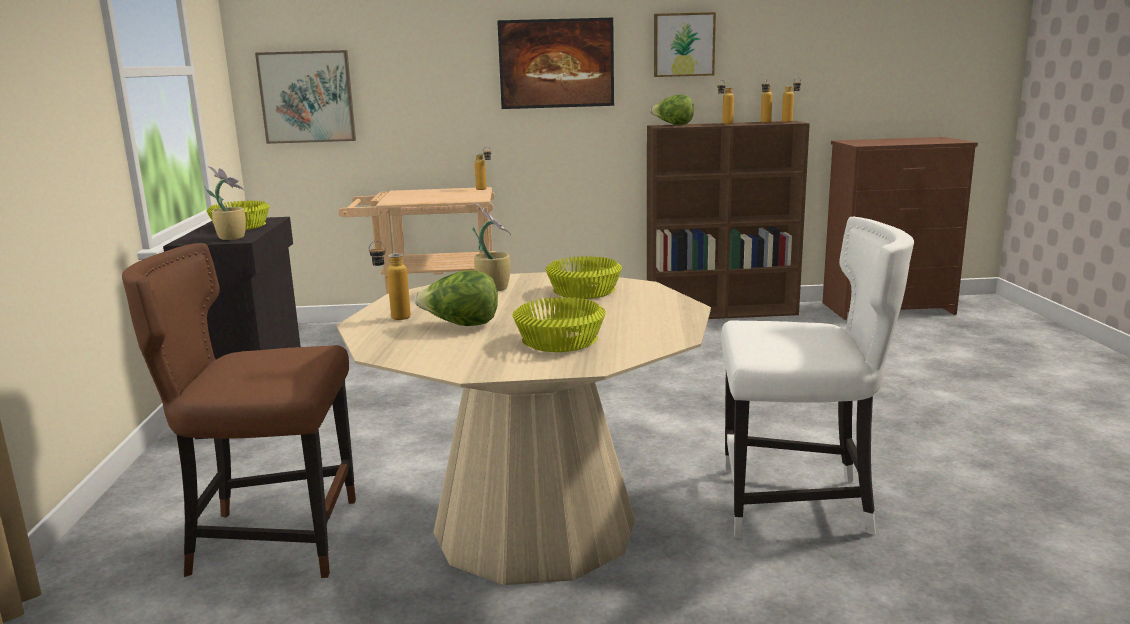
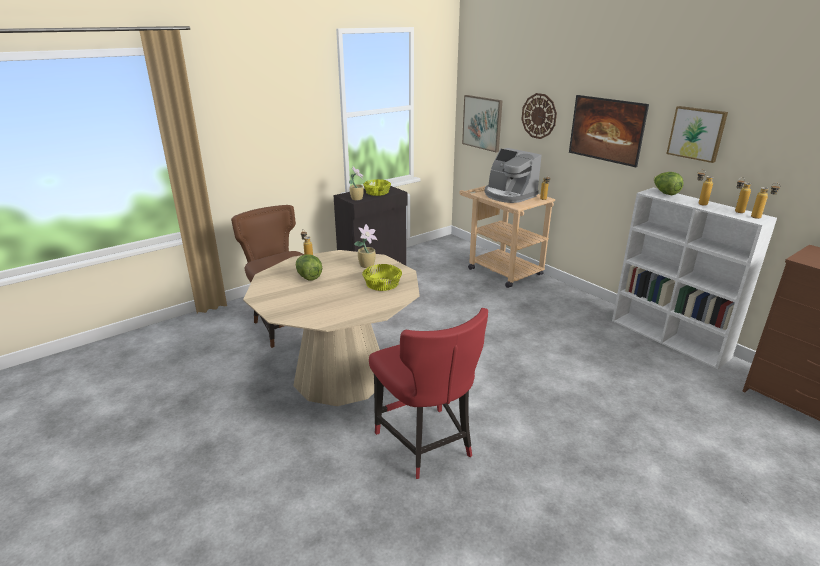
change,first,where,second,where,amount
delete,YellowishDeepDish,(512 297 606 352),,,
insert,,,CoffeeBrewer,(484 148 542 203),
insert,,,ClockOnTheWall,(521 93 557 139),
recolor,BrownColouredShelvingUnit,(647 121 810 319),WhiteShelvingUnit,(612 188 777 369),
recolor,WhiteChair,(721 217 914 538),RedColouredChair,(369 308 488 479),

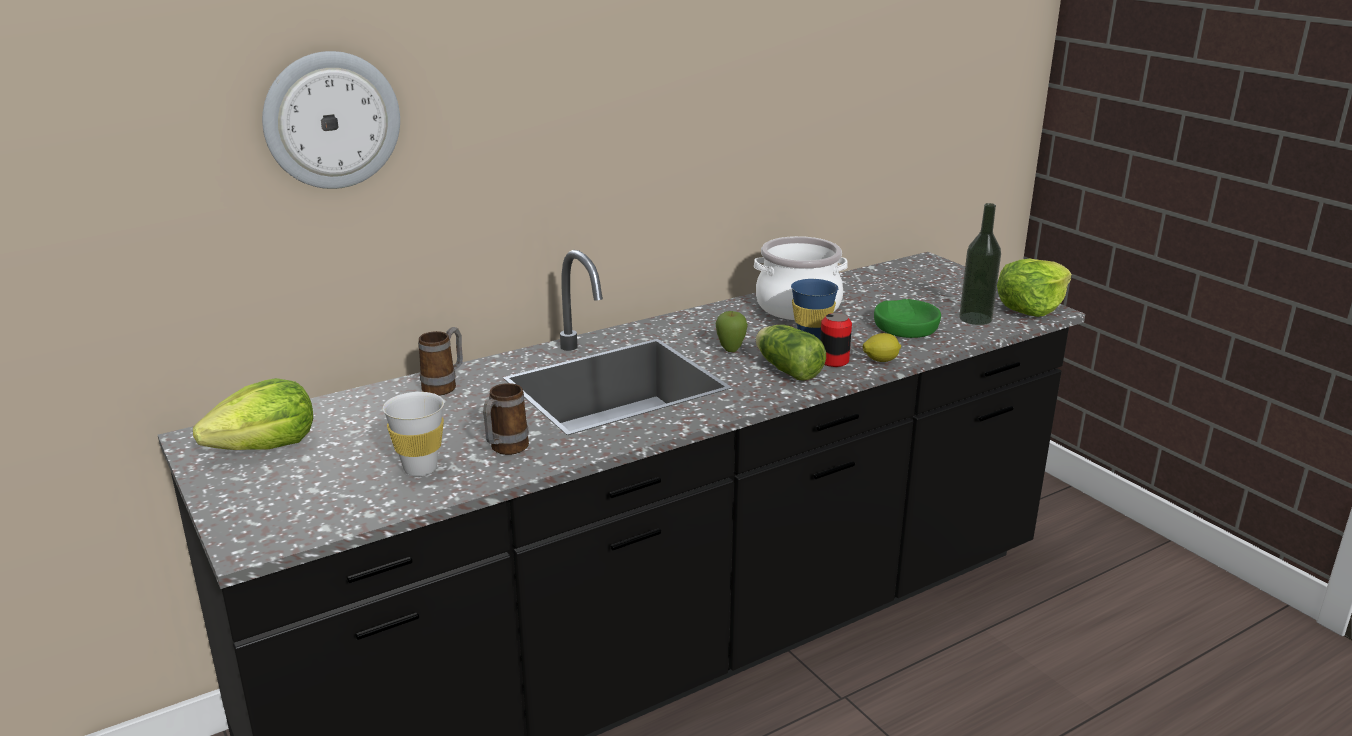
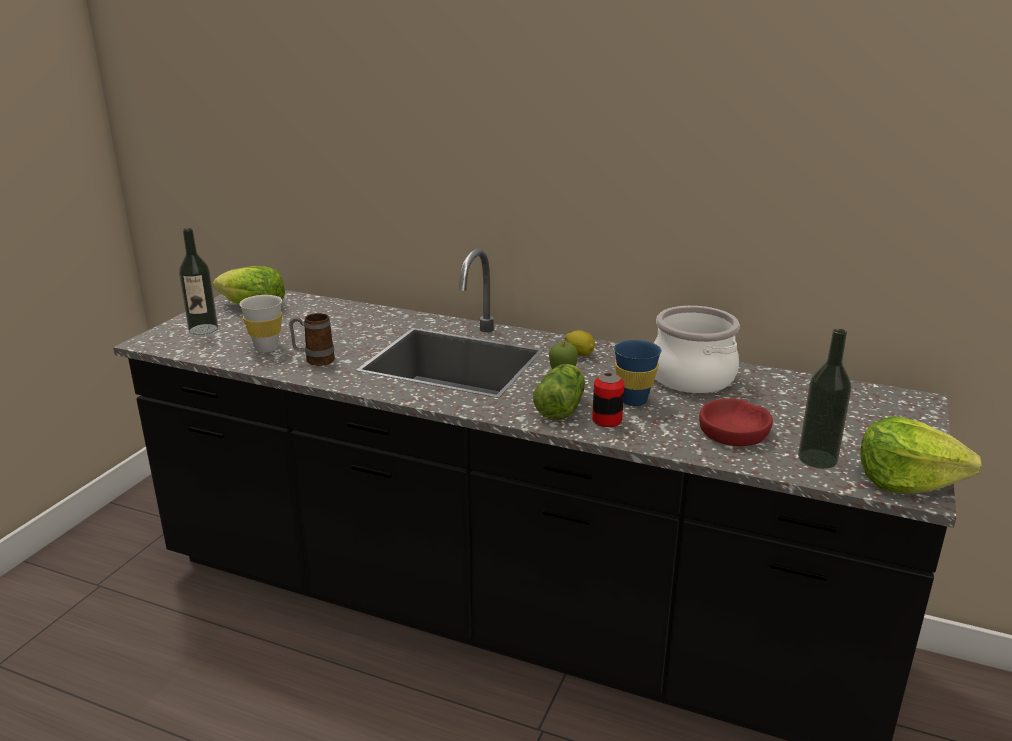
change,first,where,second,where,amount
delete,ClockOnTheWall,(262 51 400 189),,,
delete,TeaMug,(418 327 463 396),,,
insert,,,DrinkBottle,(179 228 218 335),
move,Lemon,(863 333 901 362),,(565 330 595 356),
recolor,GreenDeepDish,(874 299 941 338),RedColouredDeepDish,(699 399 773 446),

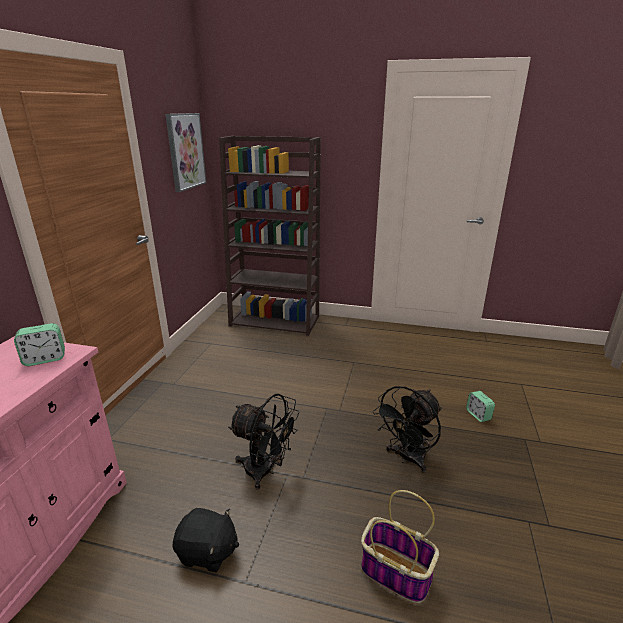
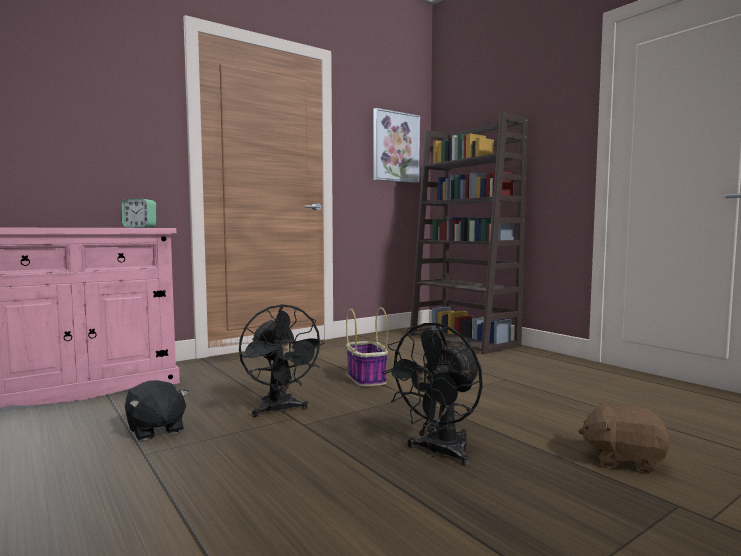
change,first,where,second,where,amount
move,Basket,(361 490 439 603),,(346 307 388 387),
replace,AlarmClock,(466 391 495 422),BrownColouredPlushToy,(578 403 670 473),
rotate,BlackElectricFan,(373 386 441 473),,(382 322 483 466),45 degrees counterclockwise

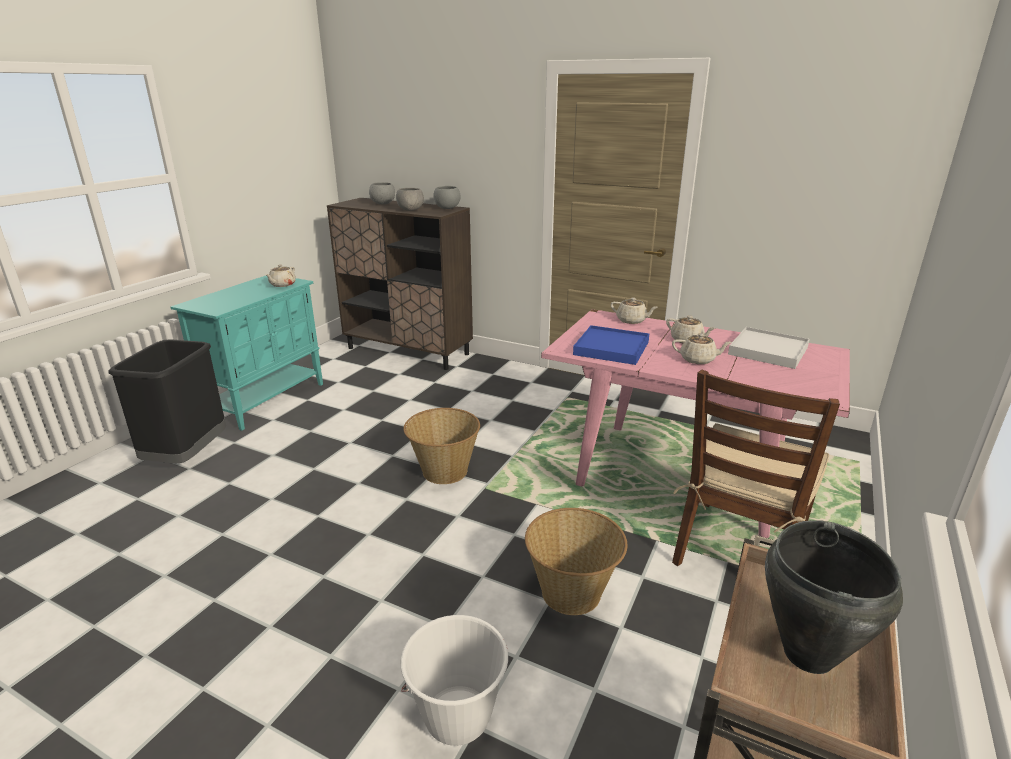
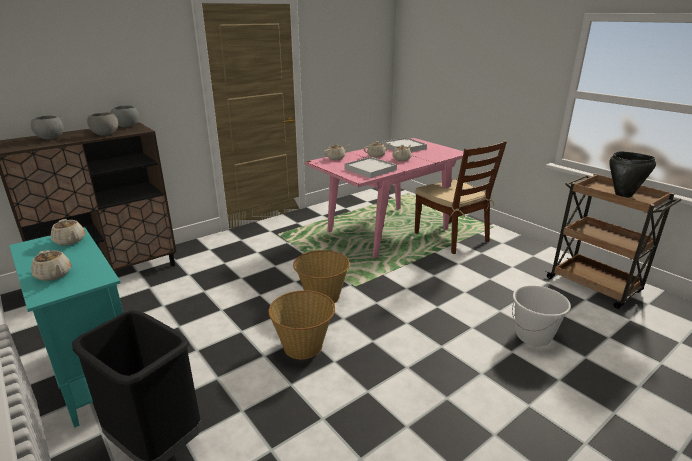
change,first,where,second,where,amount
insert,,,SandColouredTeaPot,(31 250 71 281),
move,Basket,(525 508 627 615),,(268 290 335 359),
recolor,BlueCarryingTray,(573 325 649 365),WhiteCarryingTray,(344 157 397 178),

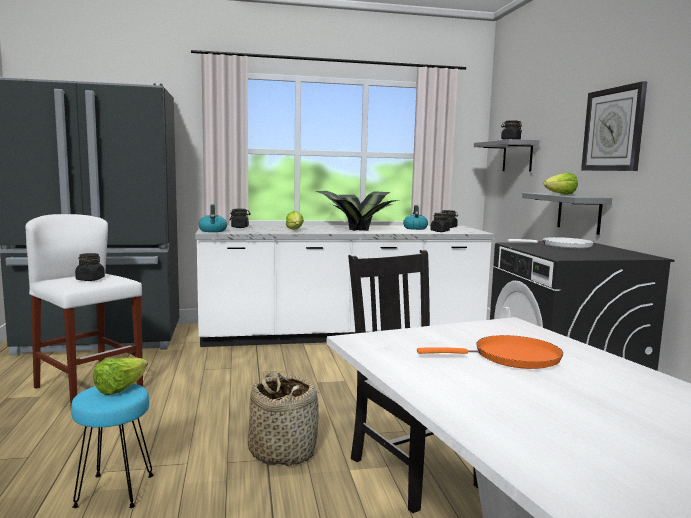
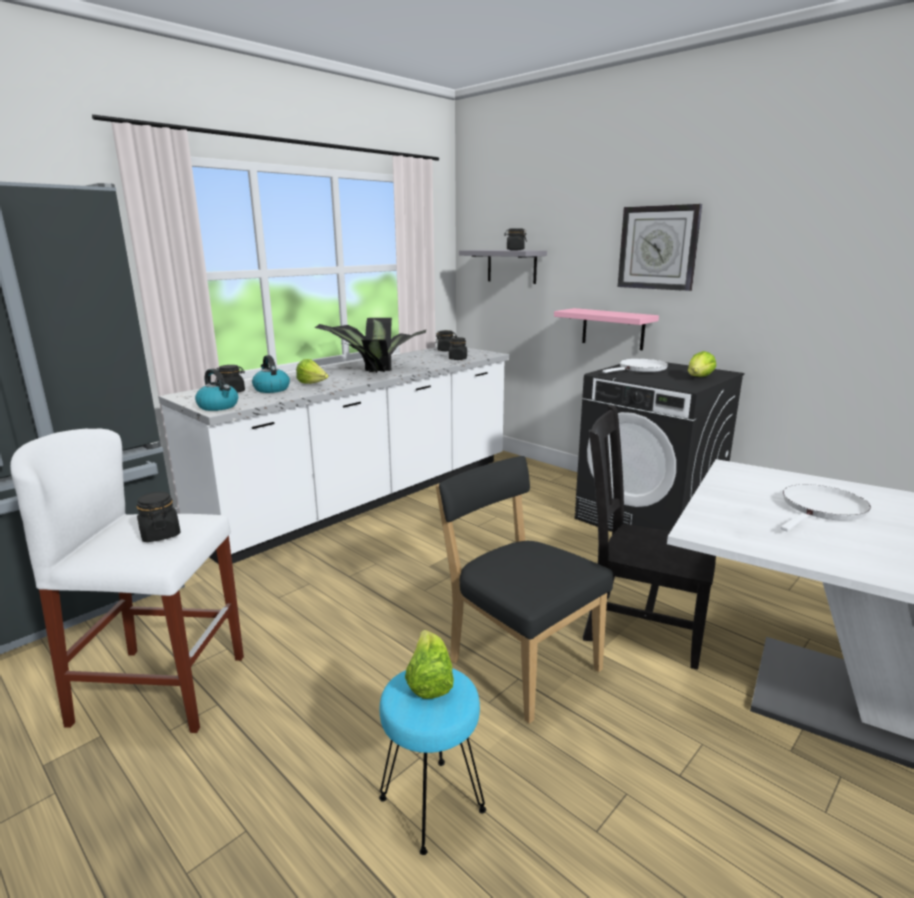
change,first,where,second,where,amount
move,WaterKettle,(403 205 428 230),,(252 355 290 393),
move,Lettuce,(544 172 578 195),,(688 351 716 377),
replace,Basket,(248 371 319 466),BlackChair,(436 456 613 724),
recolor,OrangePan,(417 335 563 369),WhitePan,(781 484 871 531),
recolor,GreyishWallShelf,(522 193 612 235),PinkColouredWallShelf,(554 308 659 350),

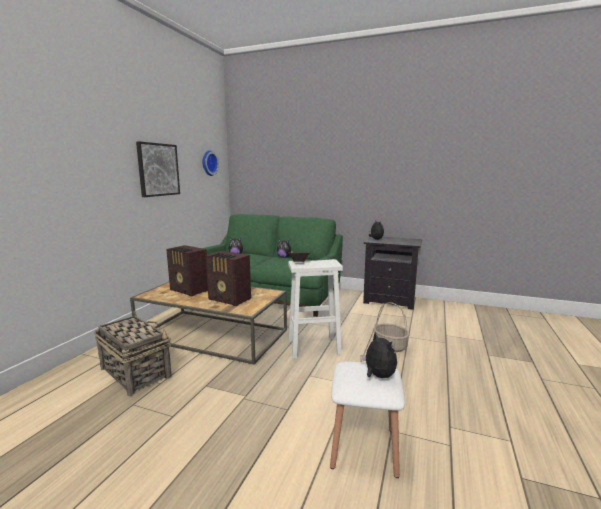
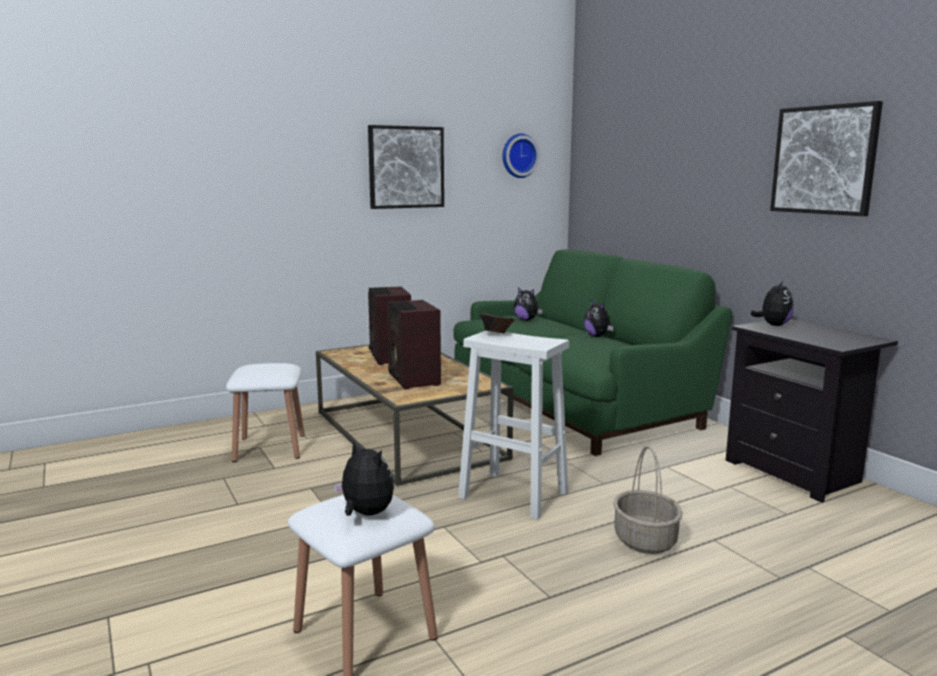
change,first,where,second,where,amount
insert,,,Picture,(770 101 883 216),
replace,Basket,(94 311 171 396),WhiteSittingStool,(226 363 305 462),
rotate,PlushToy,(361 332 397 378),,(333 440 394 516),60 degrees counterclockwise

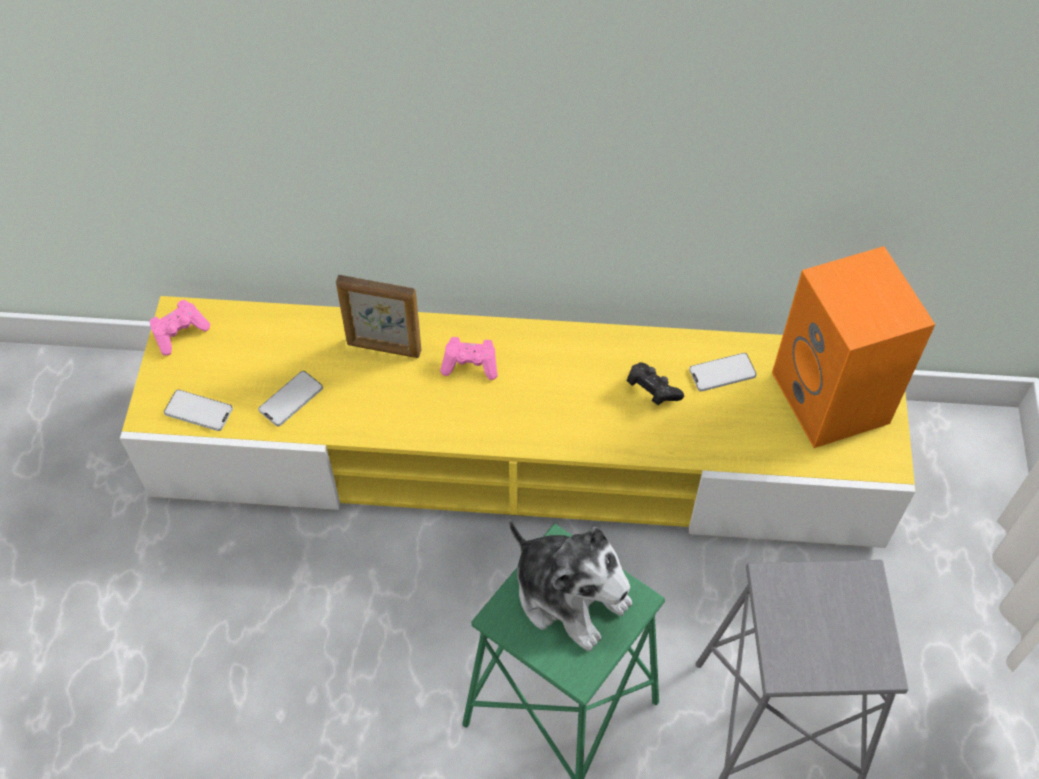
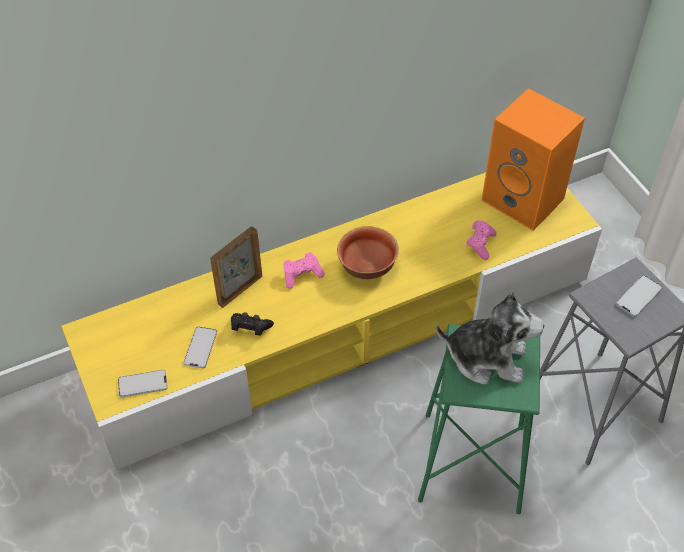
change,first,where,second,where,amount
insert,,,DeepDish,(337 226 399 279),
move,PinkColouredGamepad,(150 300 210 356),,(466 220 497 260),
move,BlackGamepad,(627 362 684 405),,(231 312 274 336),
move,Telephone,(689 353 757 392),,(616 275 662 317),
rotate,PictureFrame,(336 275 421 358),,(210 226 262 308),150 degrees clockwise

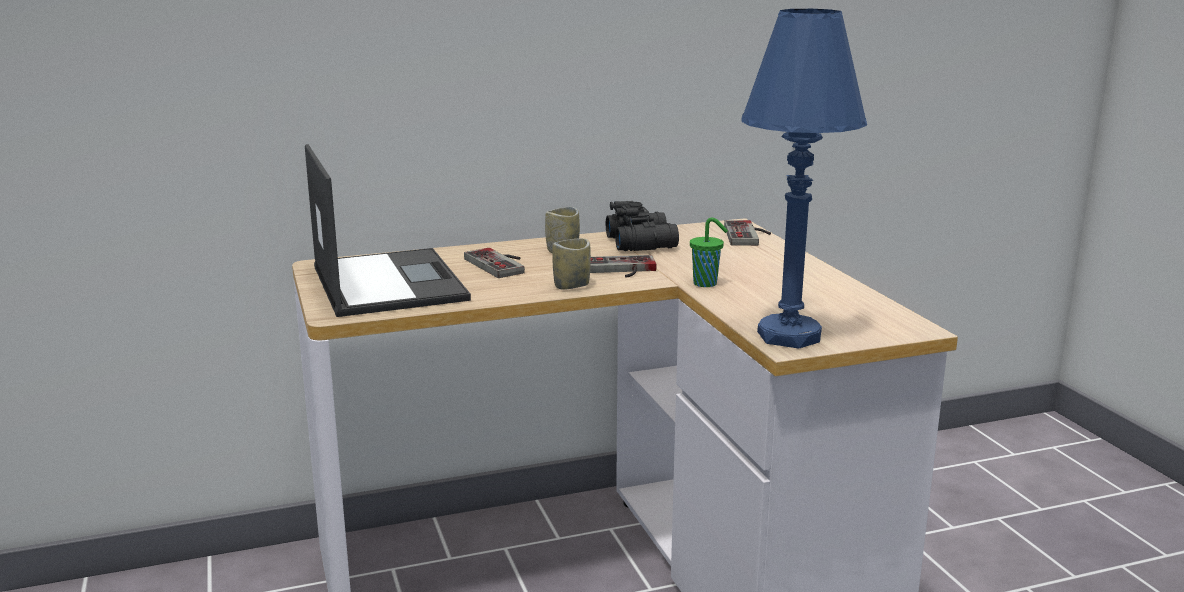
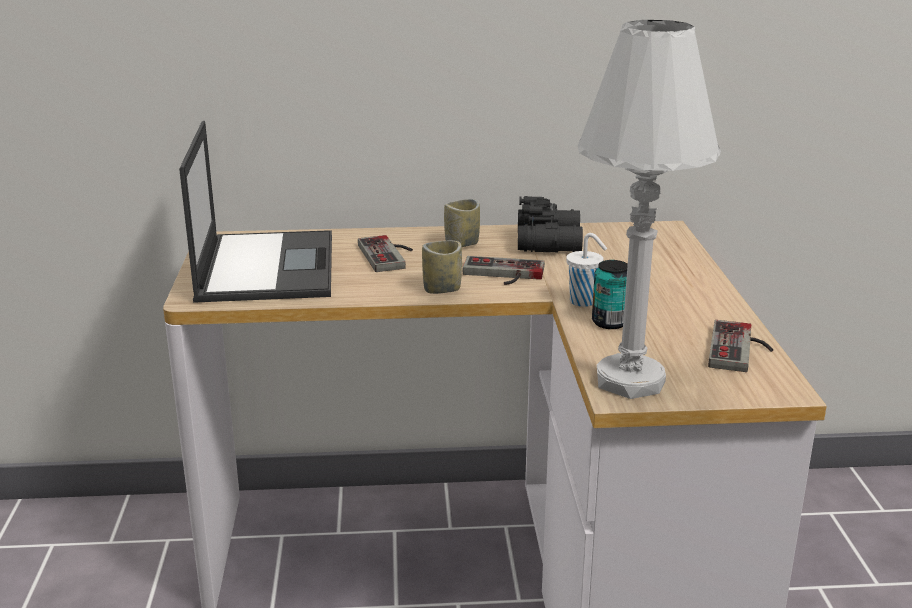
change,first,where,second,where,amount
insert,,,Can,(592 260 628 329),
move,Gamepad,(724 220 771 246),,(708 320 773 372),
recolor,GreenDrinkingCup,(690 218 728 287),WhiteDrinkingCup,(566 233 607 307),
recolor,BlueTabletopLamp,(741 9 867 348),WhiteTabletopLamp,(578 20 721 399),

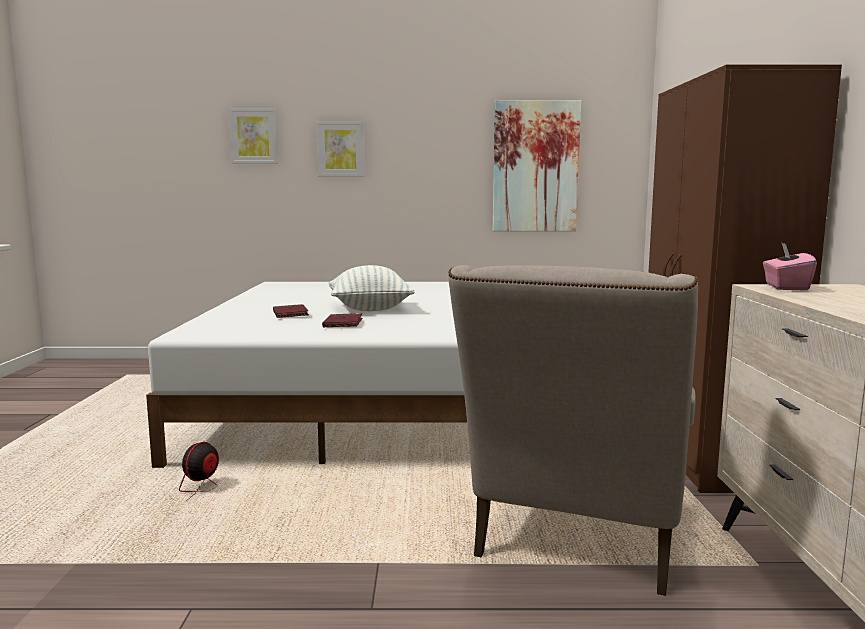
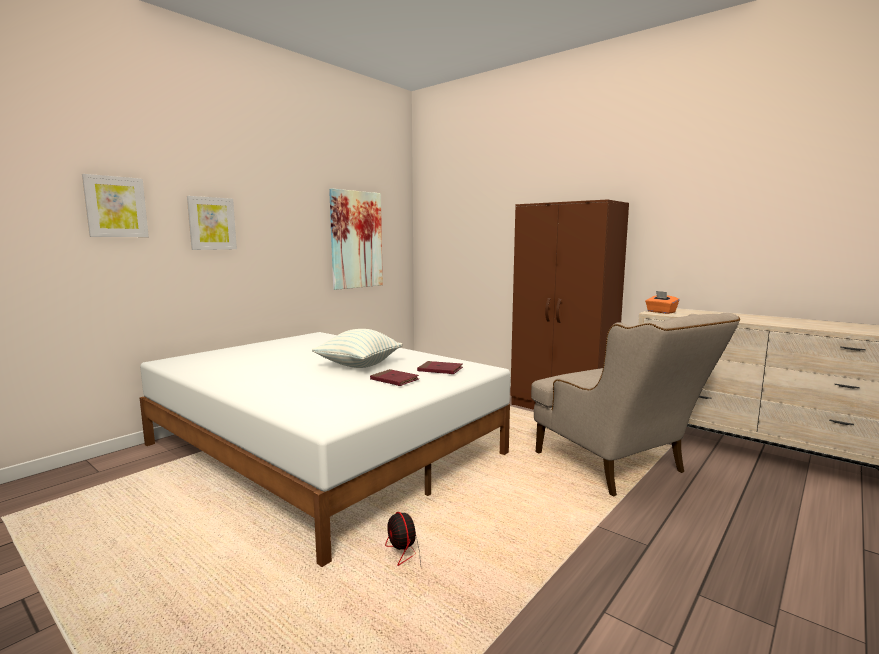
change,first,where,second,where,amount
move,RedColouredBook,(273 304 309 318),,(417 361 463 374),
recolor,PinkColouredTissueBox,(763 242 817 291),OrangeTissueBox,(645 291 679 314),

